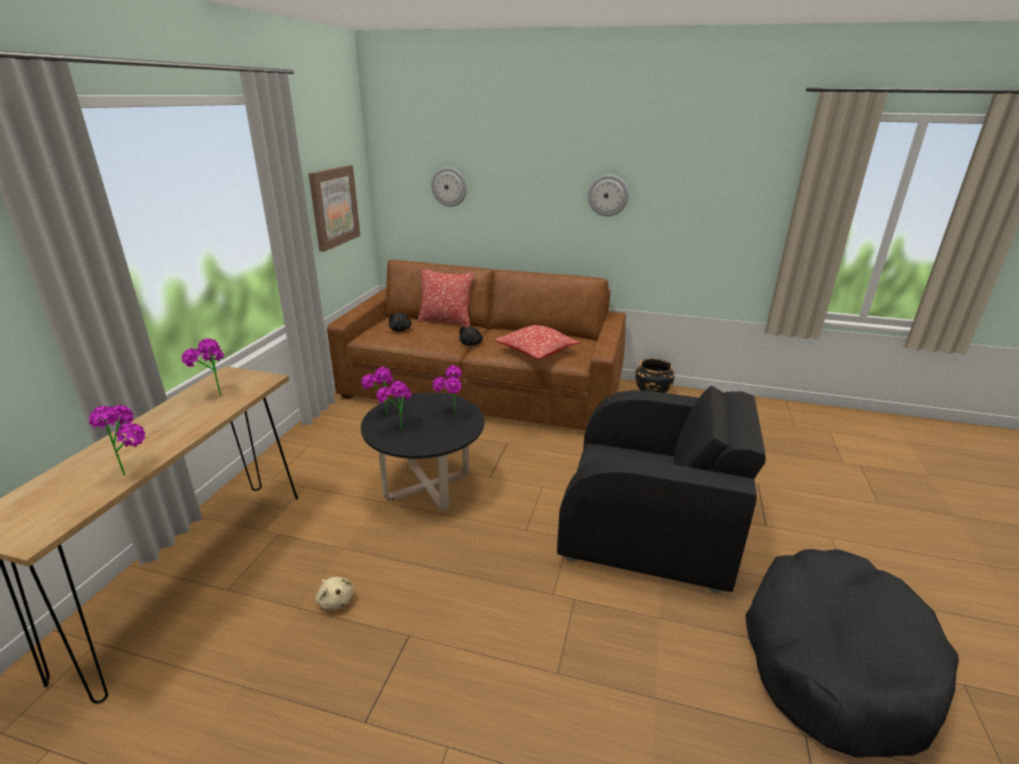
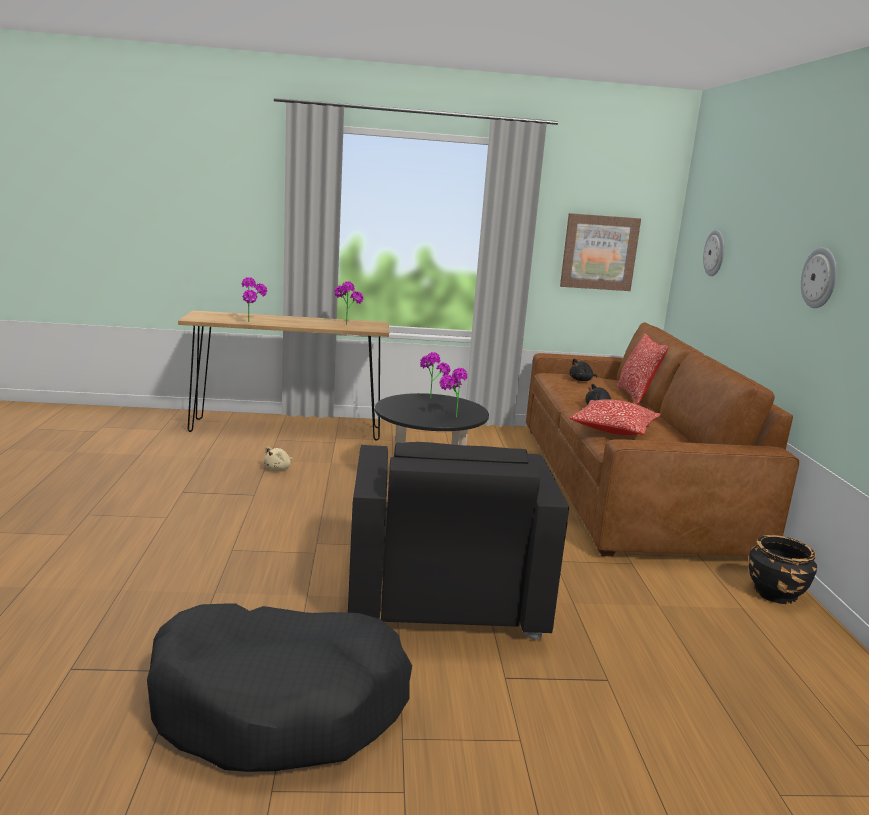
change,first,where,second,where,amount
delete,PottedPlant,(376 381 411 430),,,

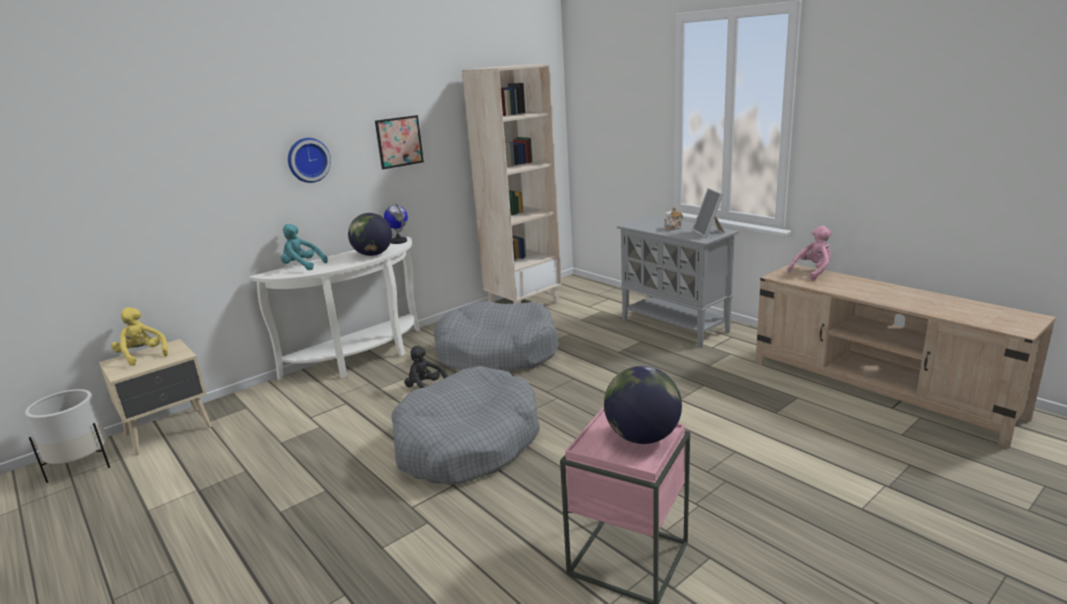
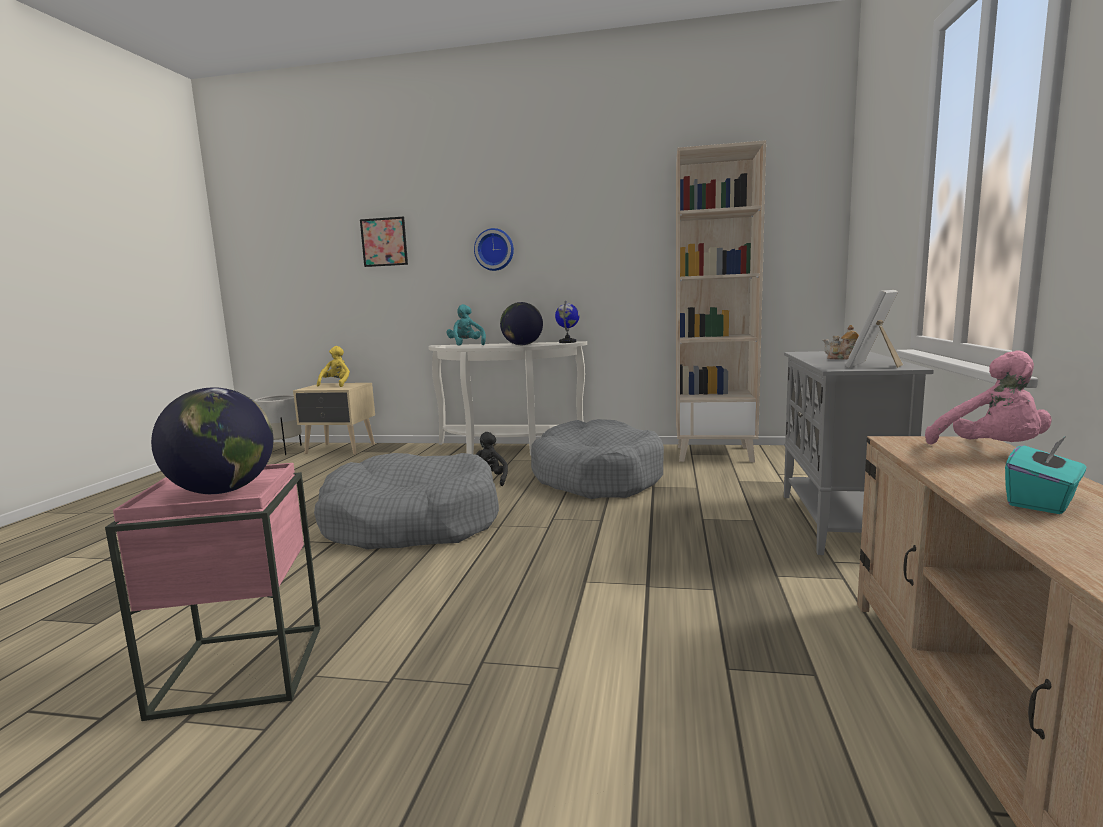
change,first,where,second,where,amount
insert,,,TurquoiseColouredTissueBox,(1005 436 1086 514),
move,Picture,(375 115 424 169),,(360 217 408 267),
rotate,PinkColouredPlushToy,(787 226 832 281),,(925 351 1052 444),60 degrees clockwise

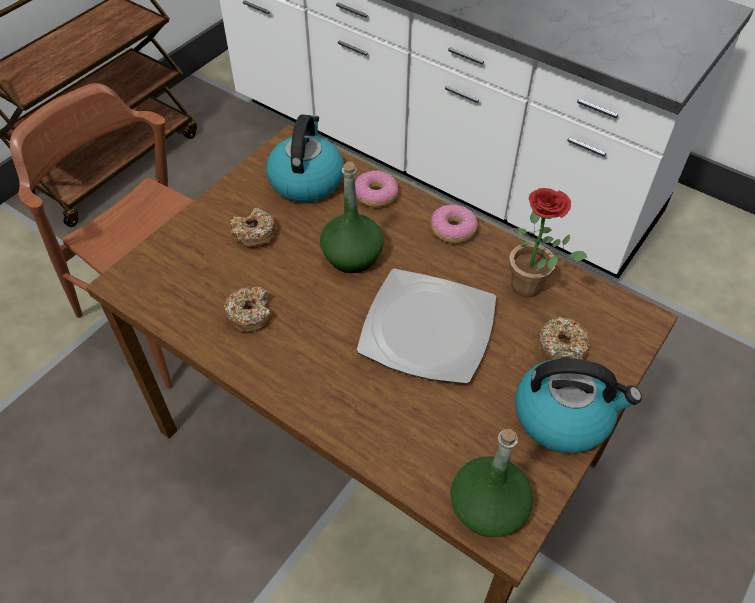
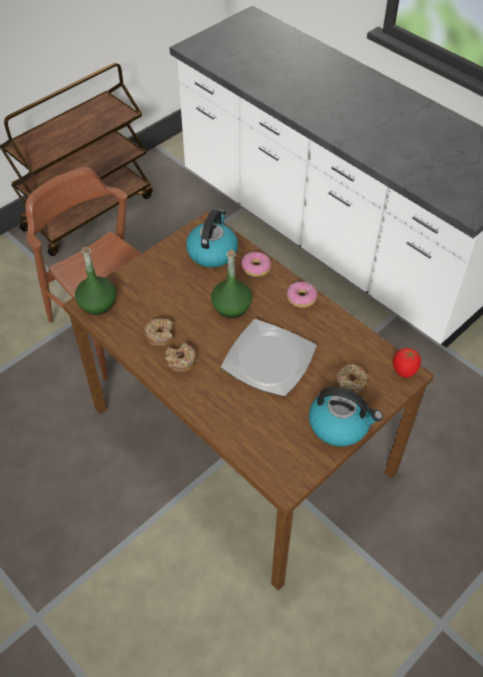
change,first,where,second,where,amount
delete,PottedPlant,(509 188 587 297),,,
insert,,,Tomato,(393 348 421 378),
move,RingDoughnut,(230 208 277 248),,(165 343 198 372),
move,GreenDrinkBottle,(450 429 533 537),,(75 247 116 315),

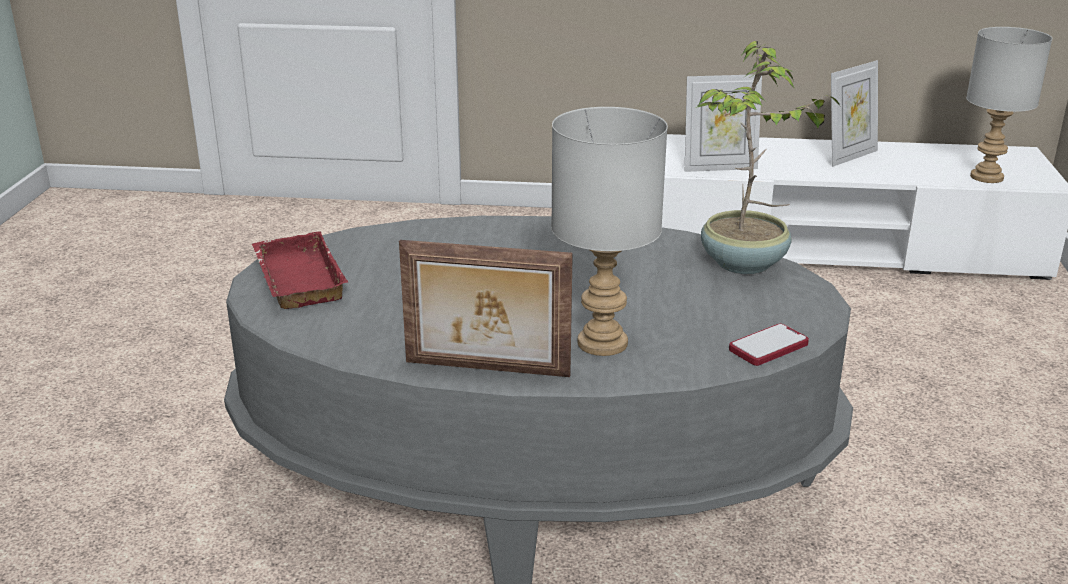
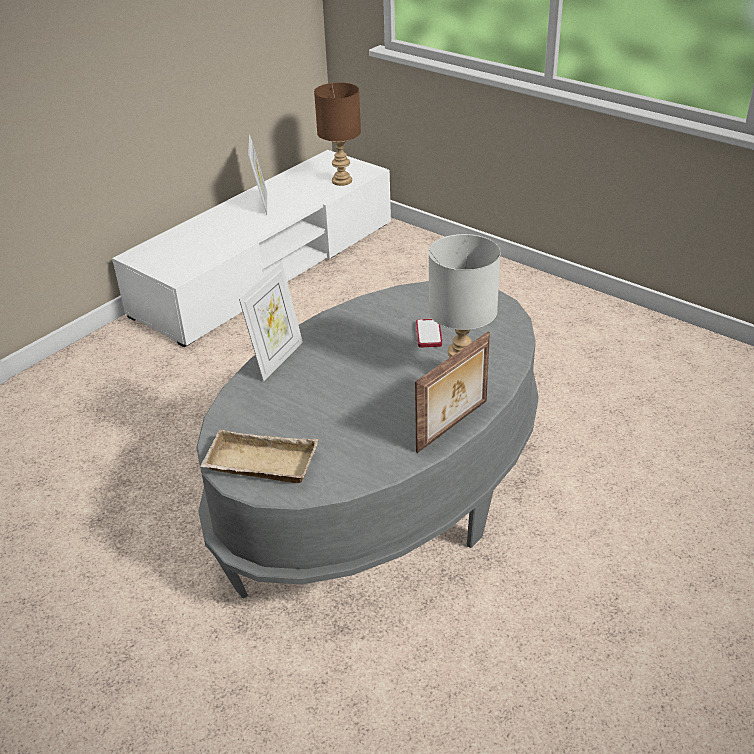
change,first,where,second,where,amount
delete,PottedPlant,(696 41 840 274),,,
move,PictureFrame,(685 74 762 172),,(239 262 303 382),
move,Telephone,(729 324 809 366),,(416 319 442 347),
recolor,RedColouredCarryingTray,(252 231 348 309),SandColouredCarryingTray,(200 429 318 483),
recolor,GreyishTabletopLamp,(966 27 1052 183),BrownColouredTabletopLamp,(314 82 361 186),

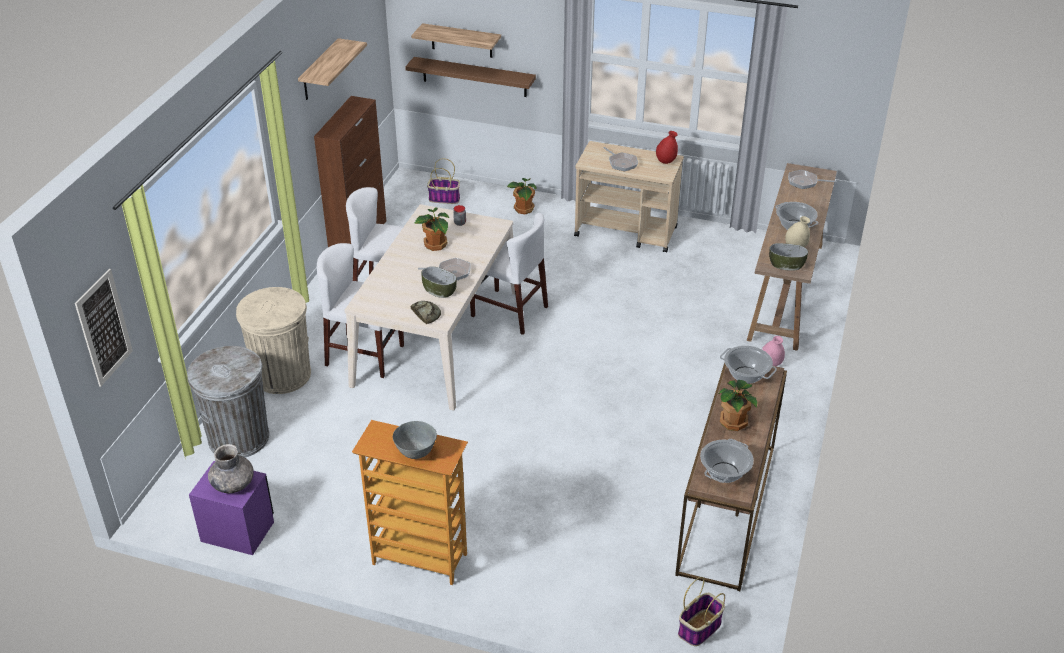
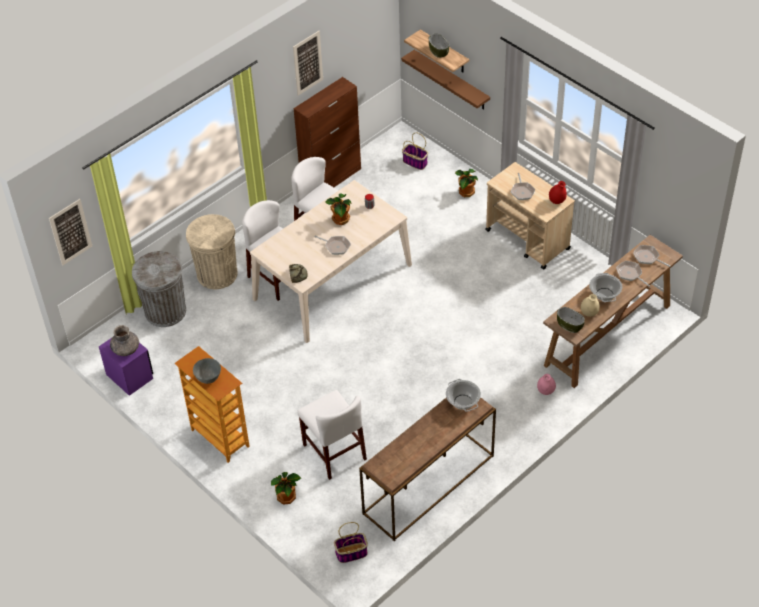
change,first,where,second,where,amount
delete,Saucepot,(700 439 754 483),,,
insert,,,Pan,(616 261 650 287),
move,DeepDish,(421 266 457 298),,(429 34 449 58),
move,WhiteChair,(470 213 548 335),,(297 390 367 480),
move,PottedPlant,(718 380 758 431),,(271 472 301 504),
replace,WallShelf,(298 38 367 100),Picture,(293 31 323 96),

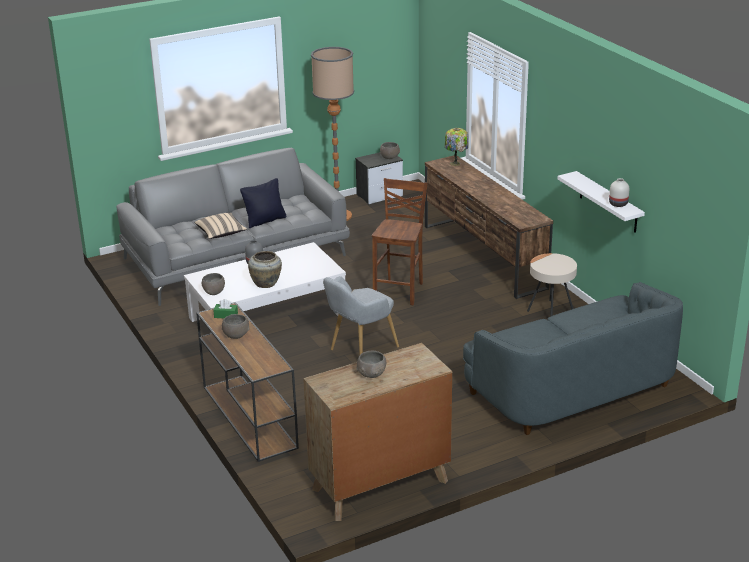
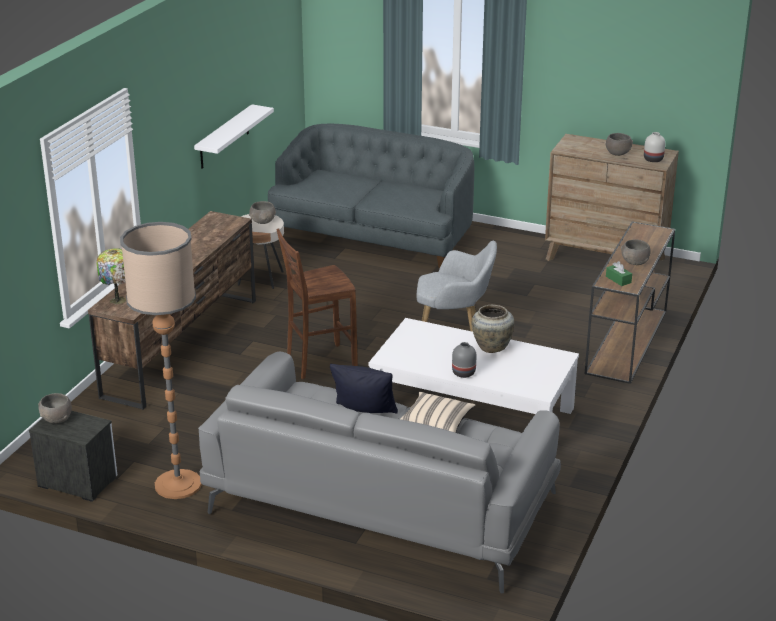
change,first,where,second,where,amount
move,GreyishDeepDish,(202 273 225 295),,(249 201 276 224),
move,WhiteFlowerVase,(609 178 629 207),,(644 132 665 162),

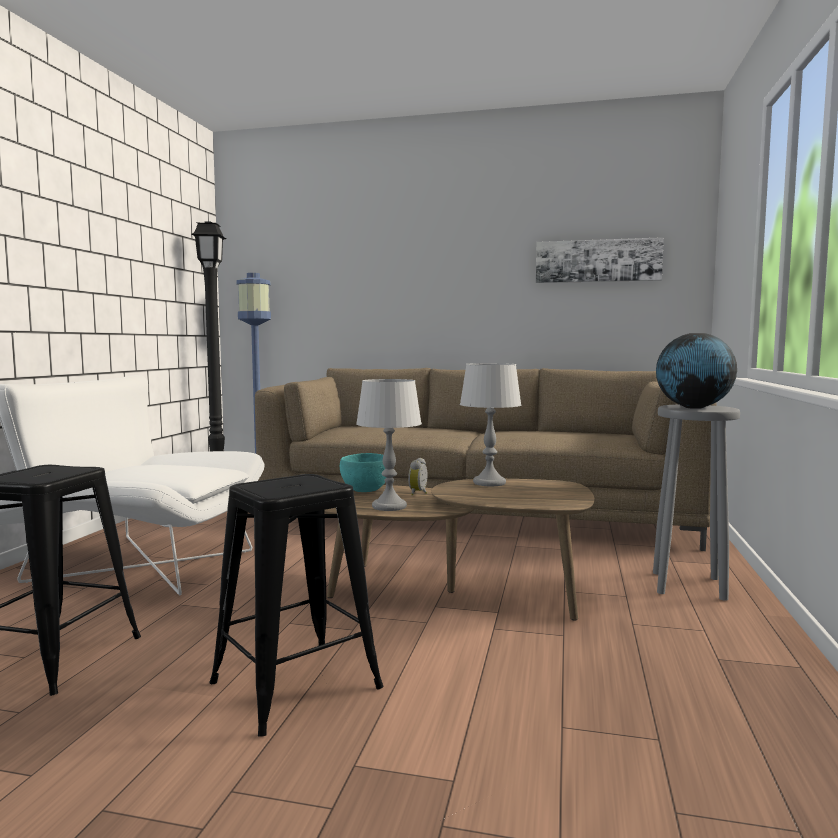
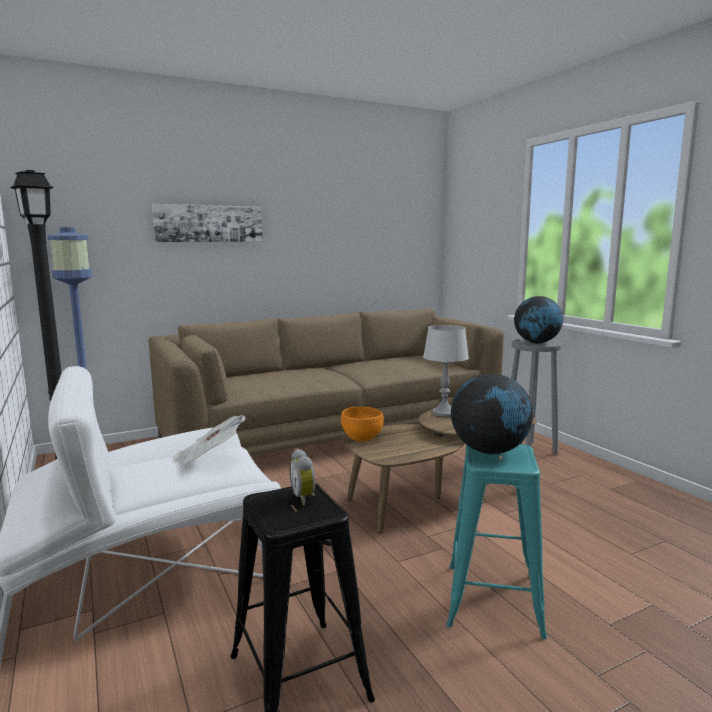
change,first,where,second,where,amount
delete,GreyishTabletopLamp,(356 379 422 511),,,
insert,,,DailyPaper,(173 415 245 467),
insert,,,Globe,(451 373 533 454),
move,AlarmClock,(408 458 427 496),,(289 449 315 505),
move,Picture,(536 237 664 283),,(152 204 263 242),
recolor,BlackSittingStool,(209 474 383 737),TurquoiseColouredSittingStool,(446 444 547 639),
recolor,TurquoiseColouredDeepDish,(340 453 386 492),OrangeDeepDish,(341 407 384 442),

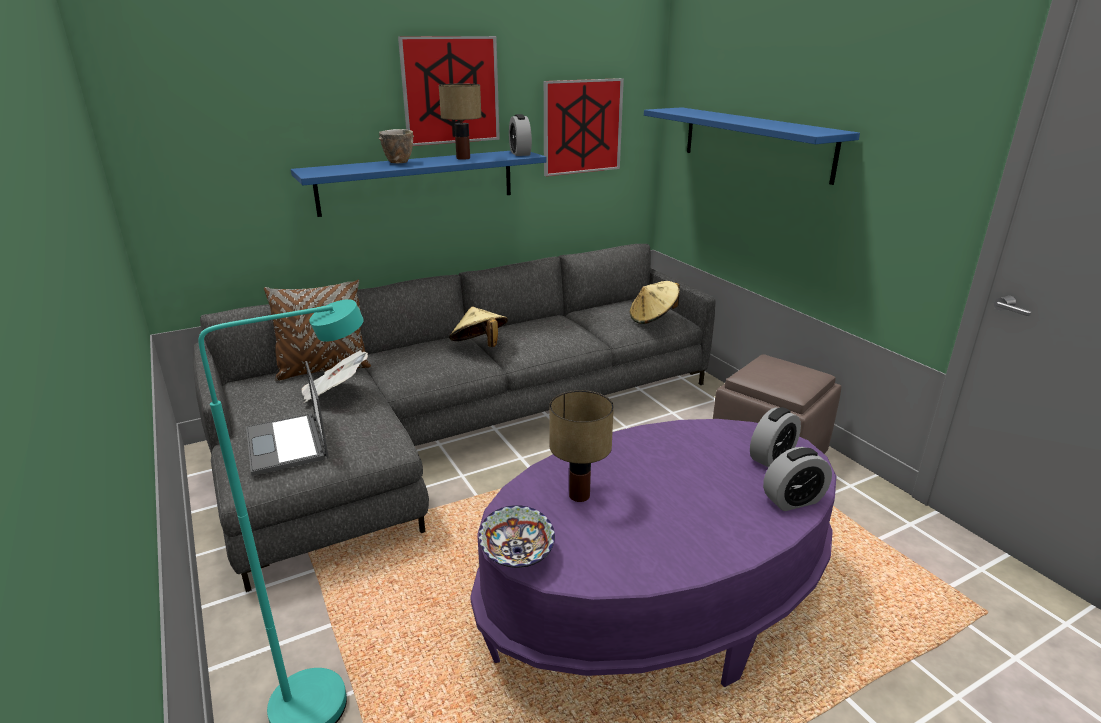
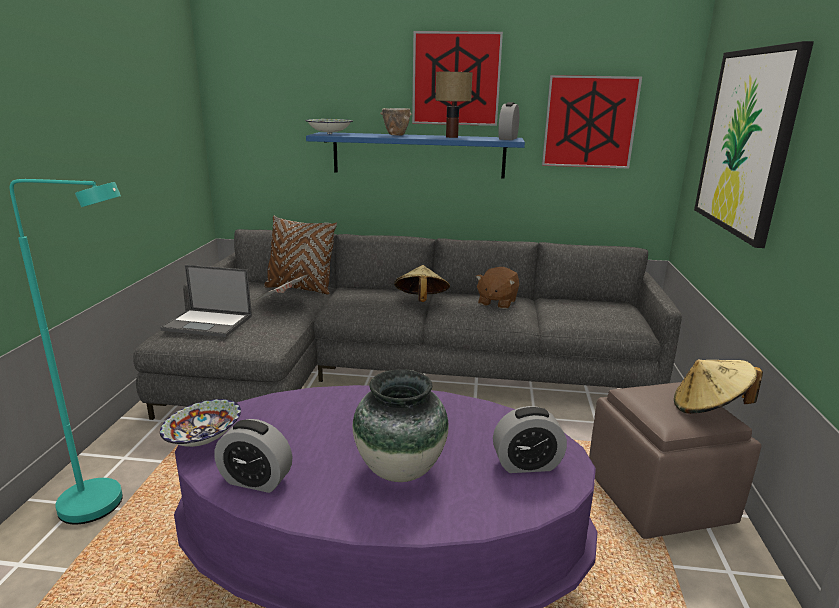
change,first,where,second,where,amount
delete,TabletopLamp,(550 390 614 502),,,
insert,,,DeepDish,(305 119 353 134),
insert,,,FlowerVase,(353 369 449 482),
insert,,,BrownColouredPlushToy,(476 267 519 309),
move,SandColouredHat,(630 281 680 324),,(674 359 763 414),
move,AlarmClock,(763 447 832 511),,(214 419 293 493),
replace,BlueWallShelf,(644 107 860 185),Picture,(694 41 814 248),
rotate,PortableComputer,(246 361 329 476),,(160 265 252 337),90 degrees counterclockwise

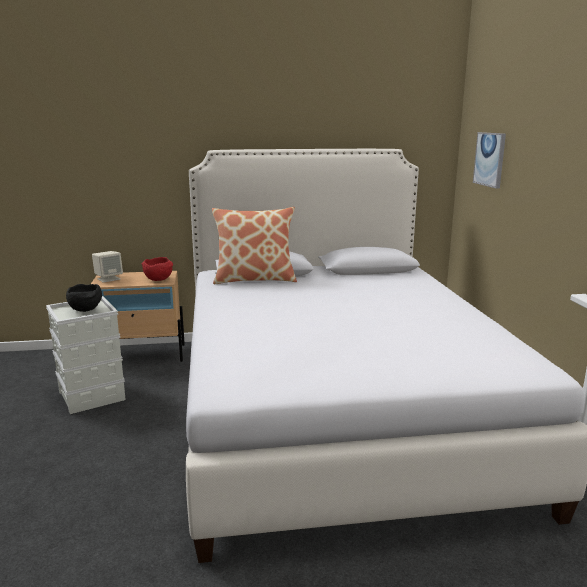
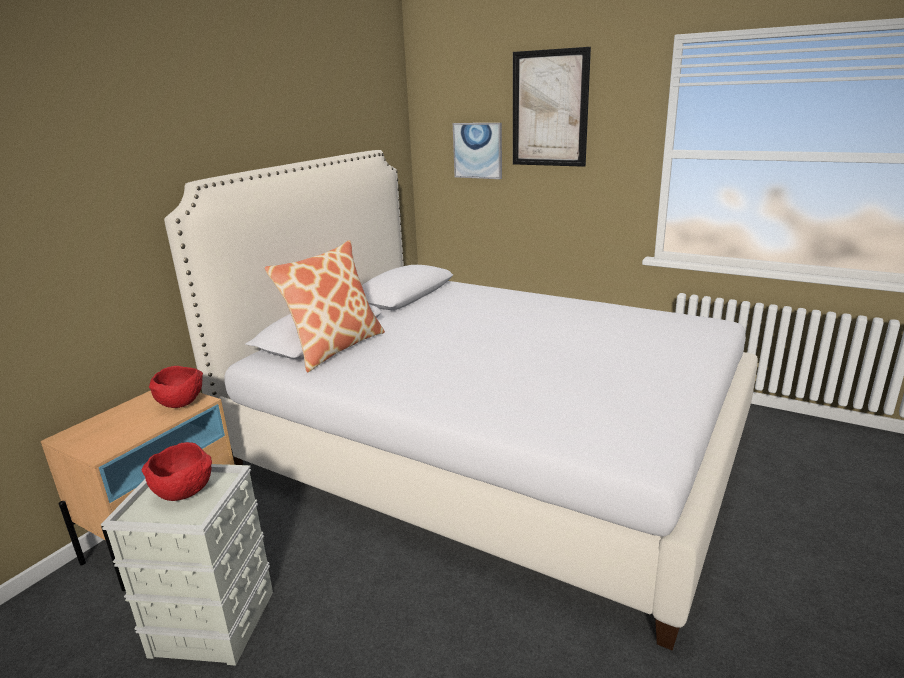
change,first,where,second,where,amount
delete,SandColouredAudioSpeaker,(92 251 123 283),,,
insert,,,Picture,(513 47 591 167),
recolor,BlackDeepDish,(66 284 102 312),RedColouredDeepDish,(142 442 212 501),

